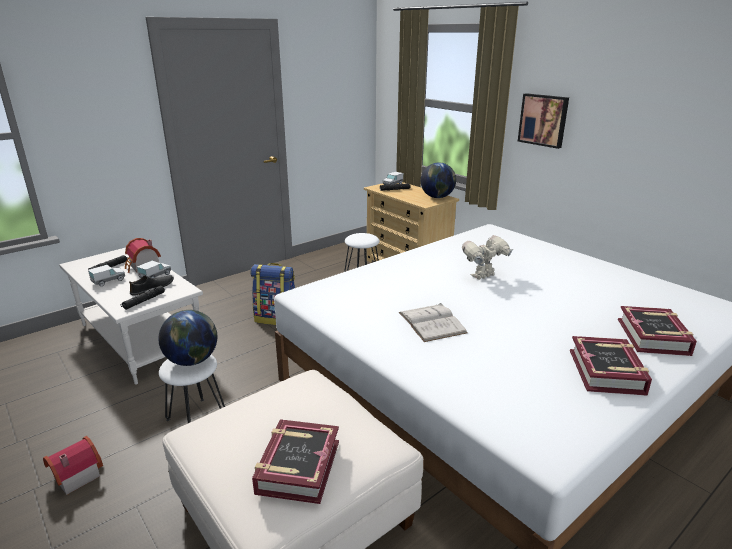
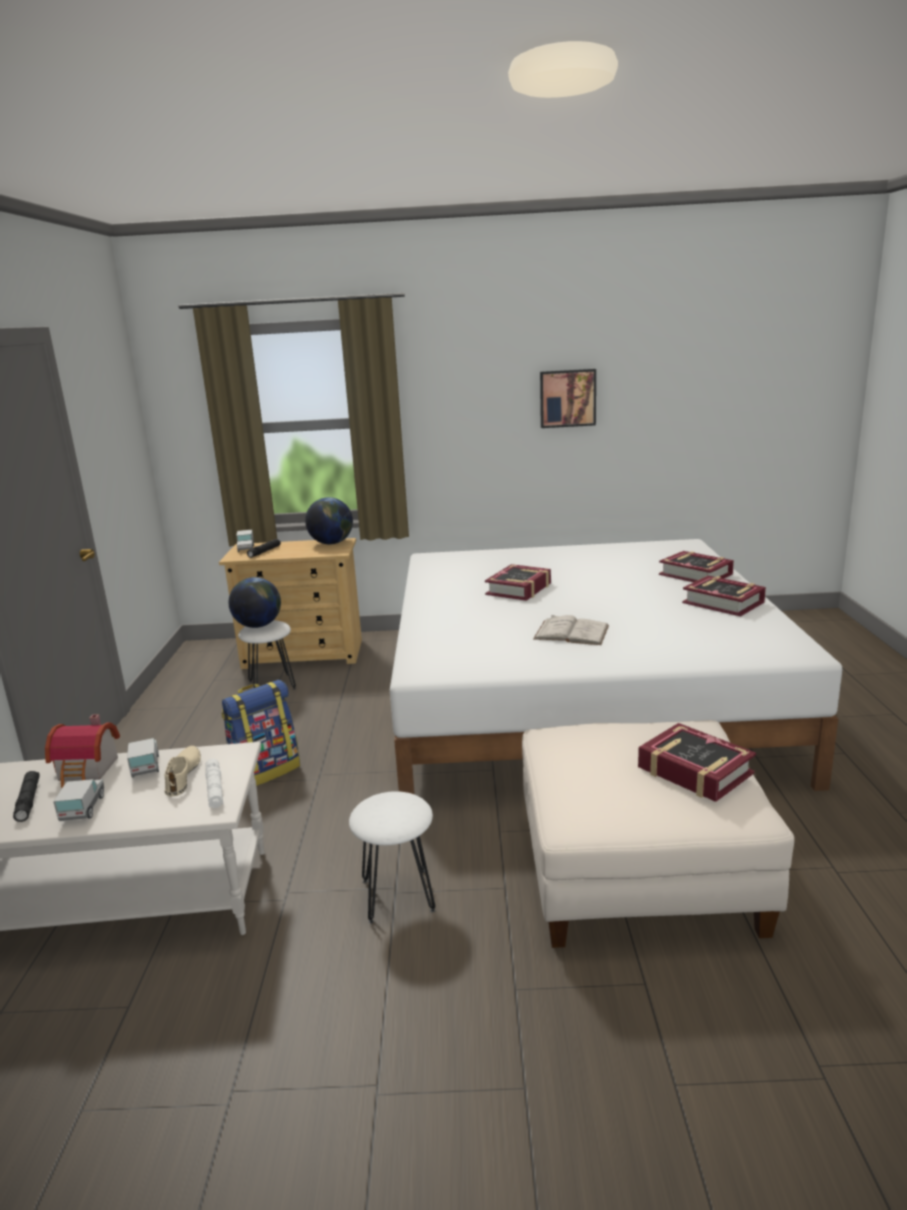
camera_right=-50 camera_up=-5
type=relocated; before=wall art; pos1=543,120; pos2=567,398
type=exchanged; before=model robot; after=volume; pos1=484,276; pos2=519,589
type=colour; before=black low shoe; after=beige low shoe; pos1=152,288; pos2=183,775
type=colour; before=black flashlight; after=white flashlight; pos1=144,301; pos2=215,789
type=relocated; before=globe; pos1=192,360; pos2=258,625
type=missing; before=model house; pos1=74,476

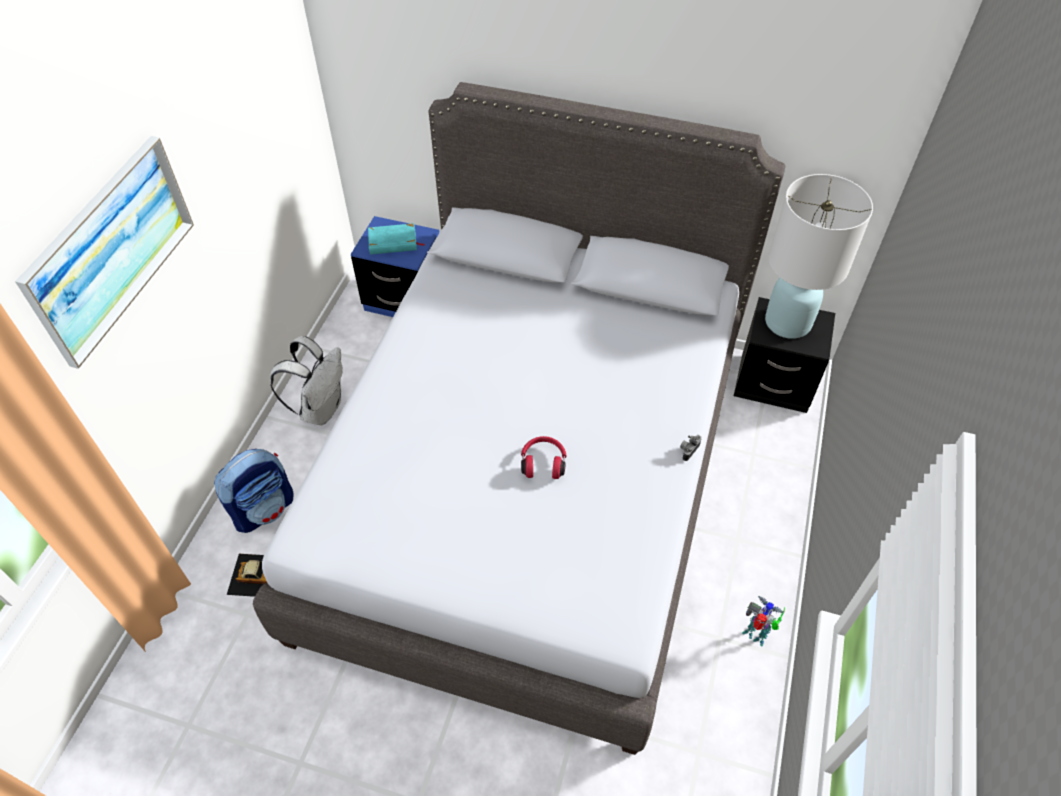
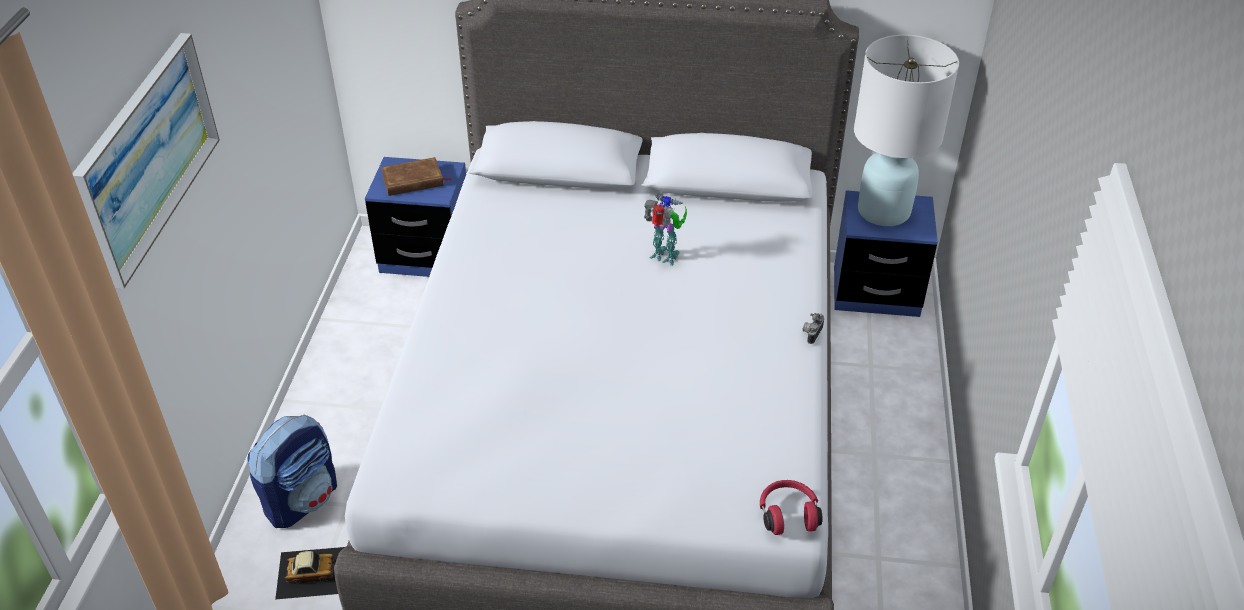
camera_right=-10 camera_up=-10
type=colour; before=blue-green volume; after=brown volume; pos1=393,242; pos2=413,181
type=colour; before=black nightstand; after=blue nightstand; pos1=773,383; pos2=876,292
type=missing; before=white backpack; pos1=321,408
type=relocated; before=red-coloured headset; pos1=543,462; pos2=788,514
type=relocated; before=model robot; pos1=756,635; pos2=665,258

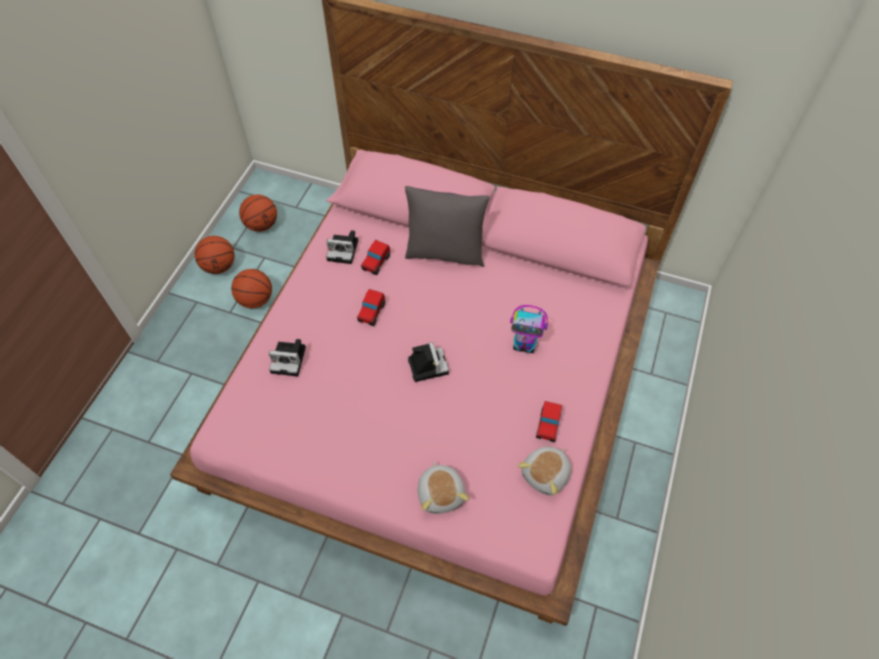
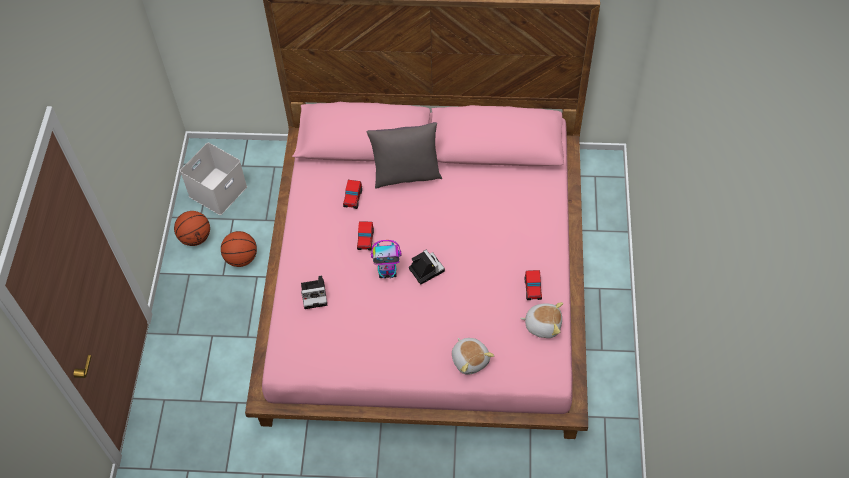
camera_right=-15 camera_up=0
type=exchanged; before=ball for basketball; after=white storage container; pos1=261,225; pos2=218,190
type=missing; before=still camera; pos1=344,250
type=relocated; before=model robot; pos1=525,345; pos2=388,272
type=spun; before=cuddly toy; pos1=546,474; pos2=543,324; turn=-105

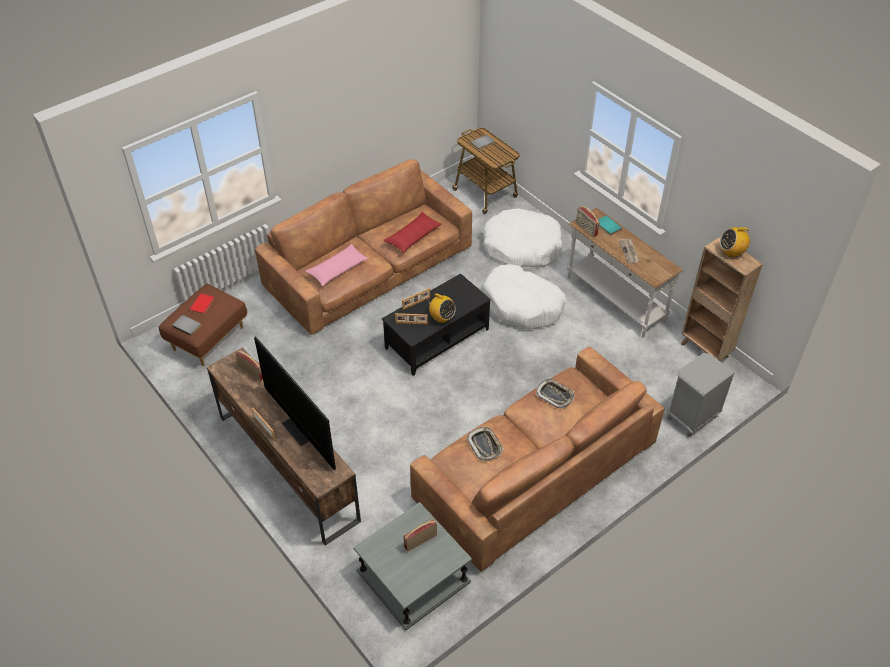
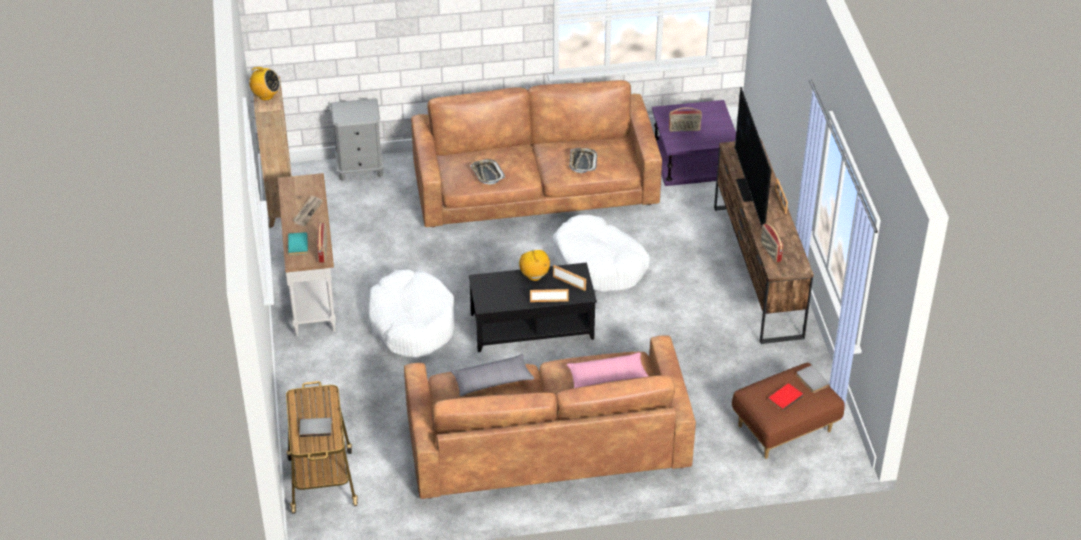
camera_right=-150 camera_up=-5
type=relocated; before=white dog bed; pos1=522,246; pos2=599,264
type=colour; before=red-coloured throw pillow; after=grey throw pillow; pos1=413,237; pos2=492,381
type=colour; before=grey end table; after=purple end table; pos1=413,576; pos2=693,158

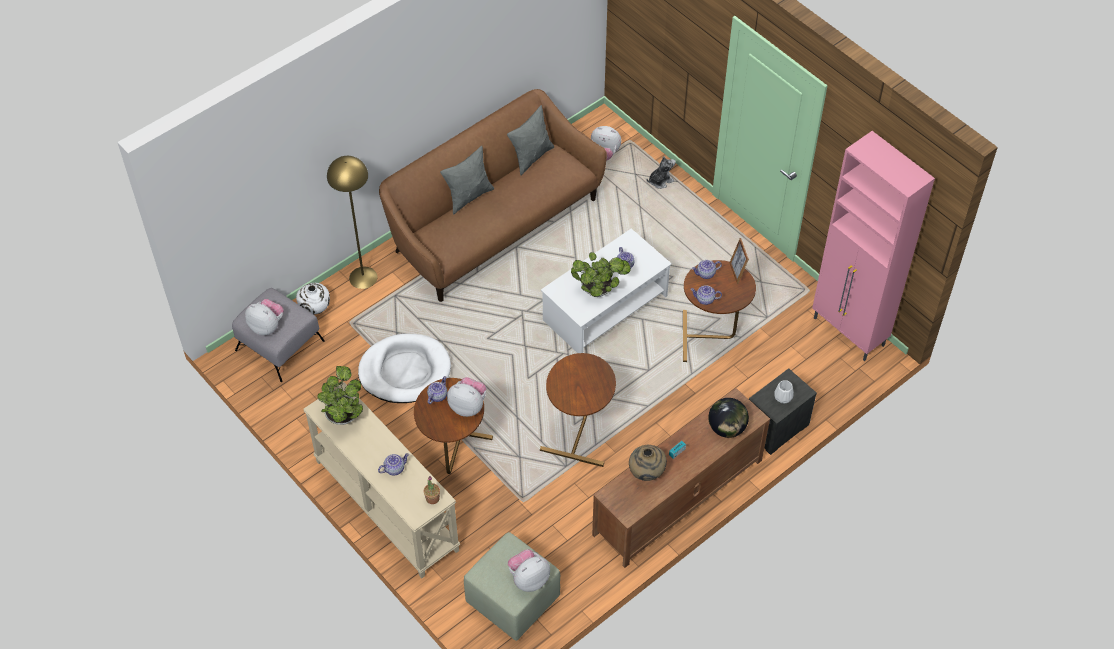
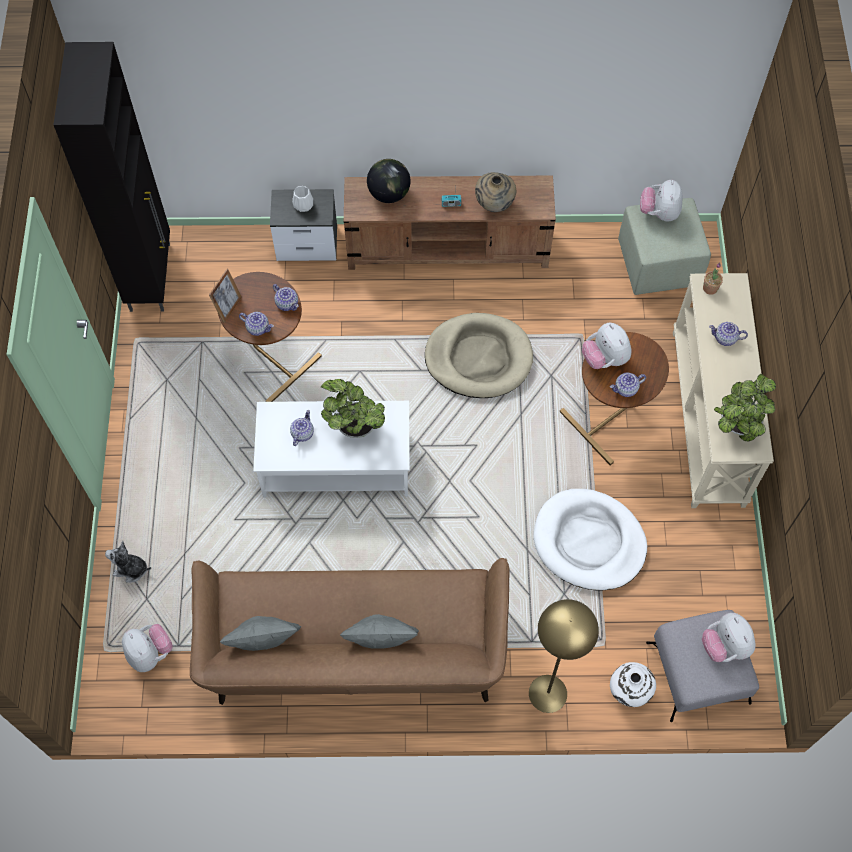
camera_right=-140 camera_up=10
type=colour; before=pink cabinet; after=black cabinet; pos1=849,333; pos2=151,276
type=exchanged; before=brown end table; after=beige dog bed; pos1=579,434; pos2=478,358
type=spun; before=cuddly toy; pos1=528,579; pos2=659,213; turn=90

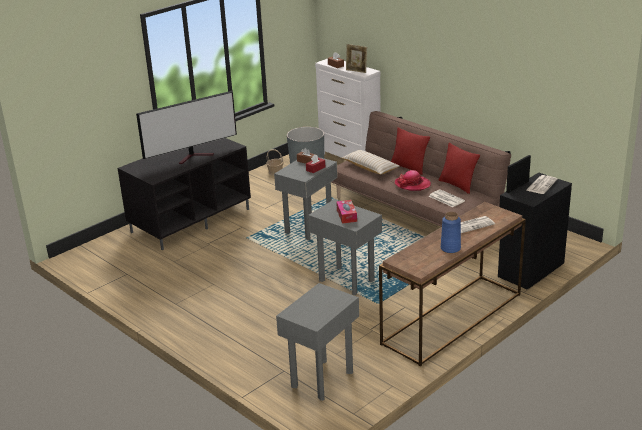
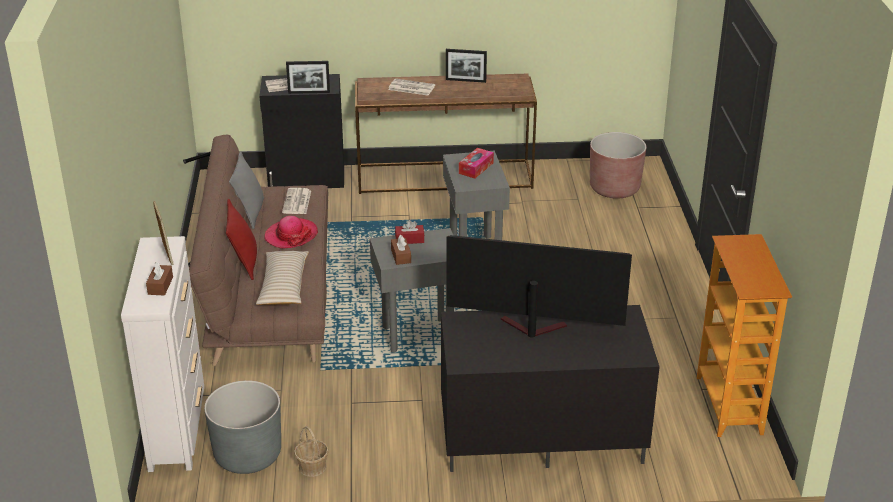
camera_right=-140 camera_up=5
type=colour; before=red-coloured throw pillow; after=grey throw pillow; pos1=457,185; pos2=250,213
type=exchanged; before=blue vase; after=standing frame; pos1=450,248; pos2=465,80
type=exchanged; before=grey end table; after=brown planter; pos1=321,379; pos2=614,188
type=appeared; after=shelving unit; pos2=730,405

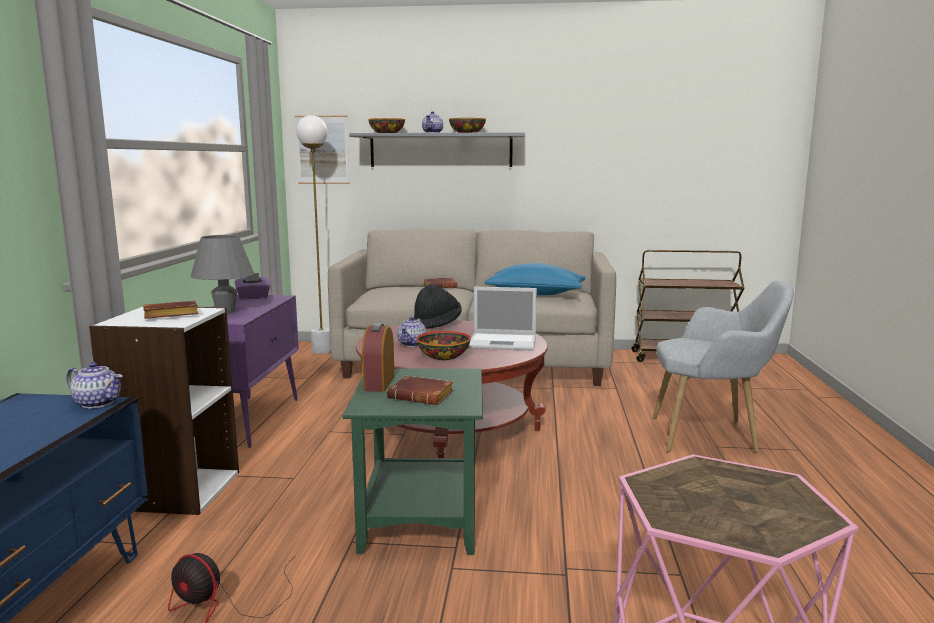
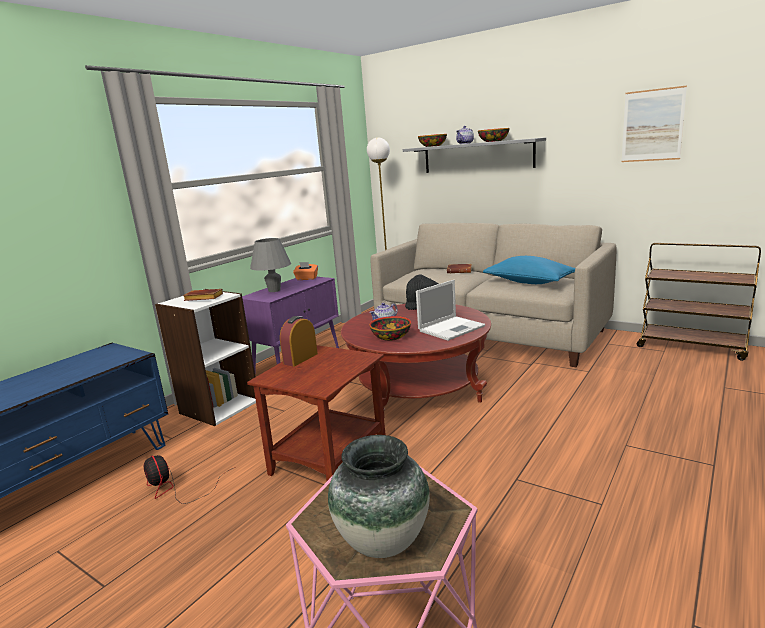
camera_right=30 camera_up=5
type=relocated; before=wall art; pos1=322,150; pos2=652,125
type=colour; before=purple box of tissues; after=orangey box of tissues; pos1=253,297; pos2=306,278
type=missing; before=grey armchair; pos1=711,436
type=spun; before=laptop; pos1=504,342; pos2=452,328; turn=-75
type=missing; before=tea pot; pos1=97,403
type=colour; before=green end table; after=brown end table; pos1=423,517; pos2=330,458
type=missing; before=brown volume; pos1=423,396
type=appeared; after=vase; pos2=382,542

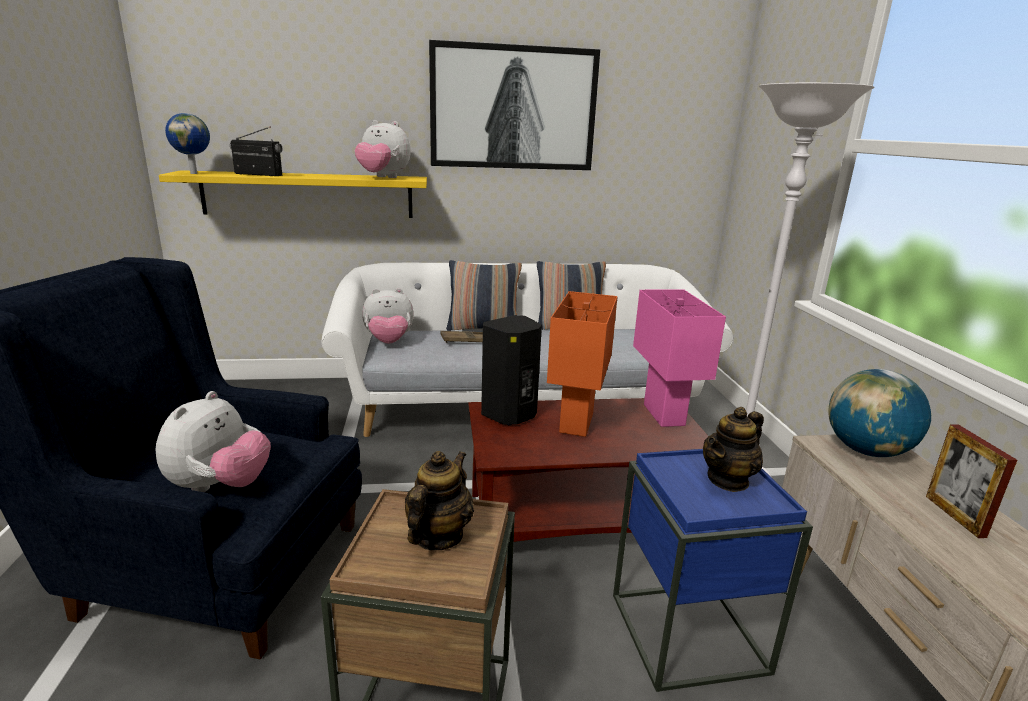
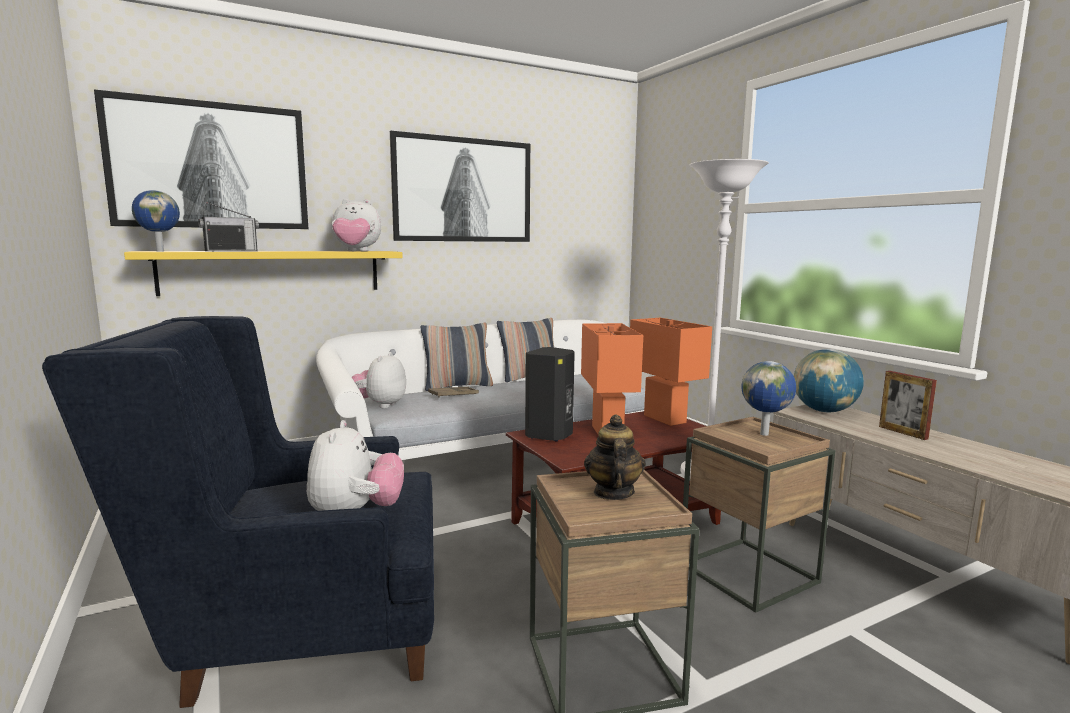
camera_right=-20 camera_up=-10
type=spun; before=radio set; pos1=258,175; pos2=231,251; turn=150
type=spun; before=cuddly toy; pos1=389,342; pos2=380,405; turn=135
type=colour; before=pink tabletop lamp; after=orangey tabletop lamp; pos1=663,415; pos2=664,419
type=exchanged; before=tea pot; after=globe; pos1=728,480; pos2=765,434
type=colour; before=blue end table; after=brown end table; pos1=688,633; pos2=748,573
type=appeared; after=wall art; pos2=210,165

